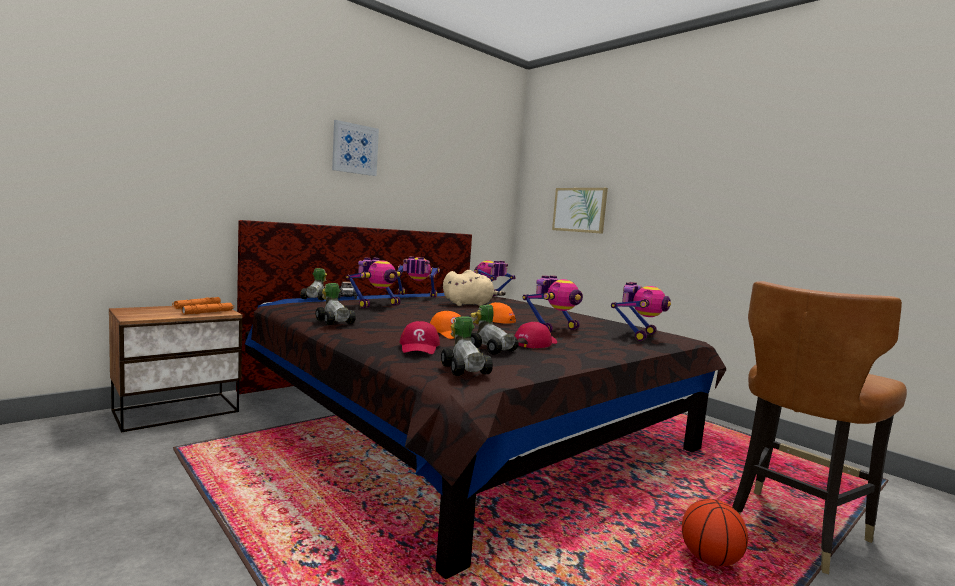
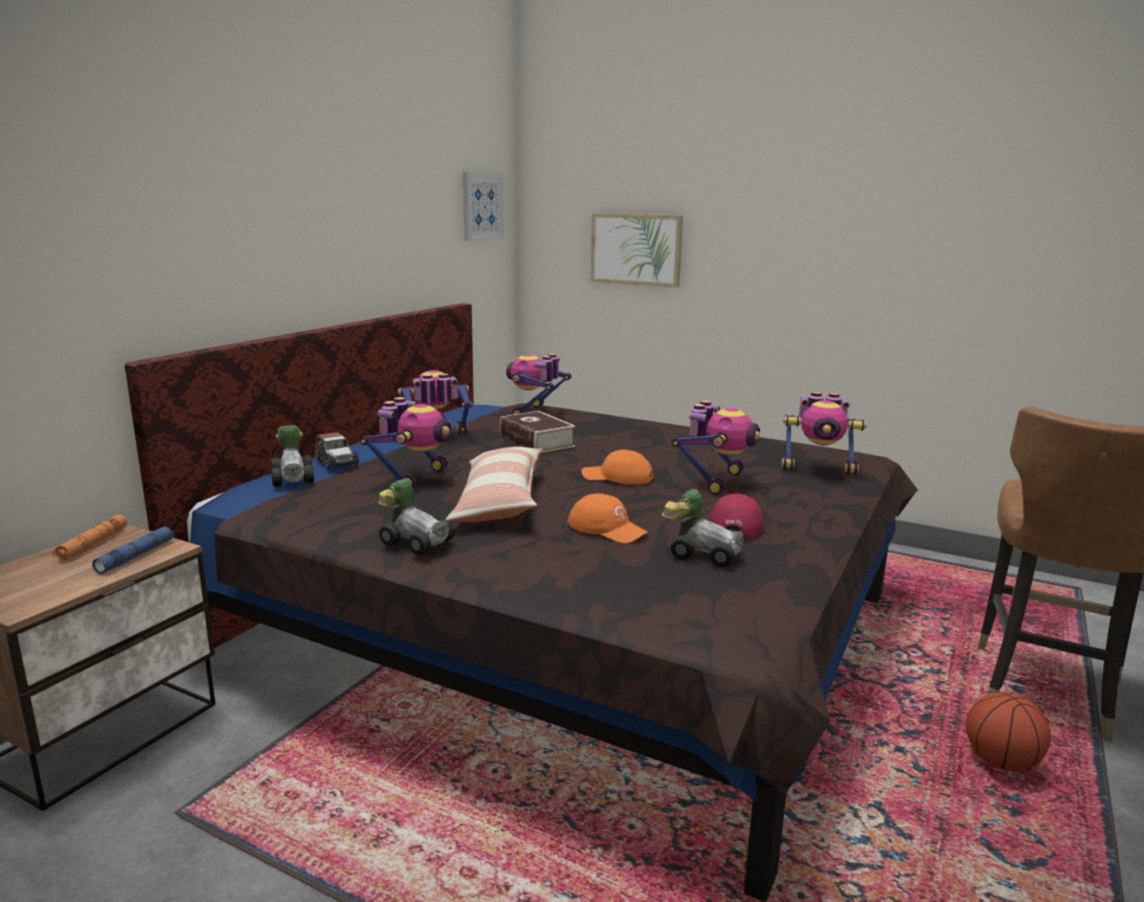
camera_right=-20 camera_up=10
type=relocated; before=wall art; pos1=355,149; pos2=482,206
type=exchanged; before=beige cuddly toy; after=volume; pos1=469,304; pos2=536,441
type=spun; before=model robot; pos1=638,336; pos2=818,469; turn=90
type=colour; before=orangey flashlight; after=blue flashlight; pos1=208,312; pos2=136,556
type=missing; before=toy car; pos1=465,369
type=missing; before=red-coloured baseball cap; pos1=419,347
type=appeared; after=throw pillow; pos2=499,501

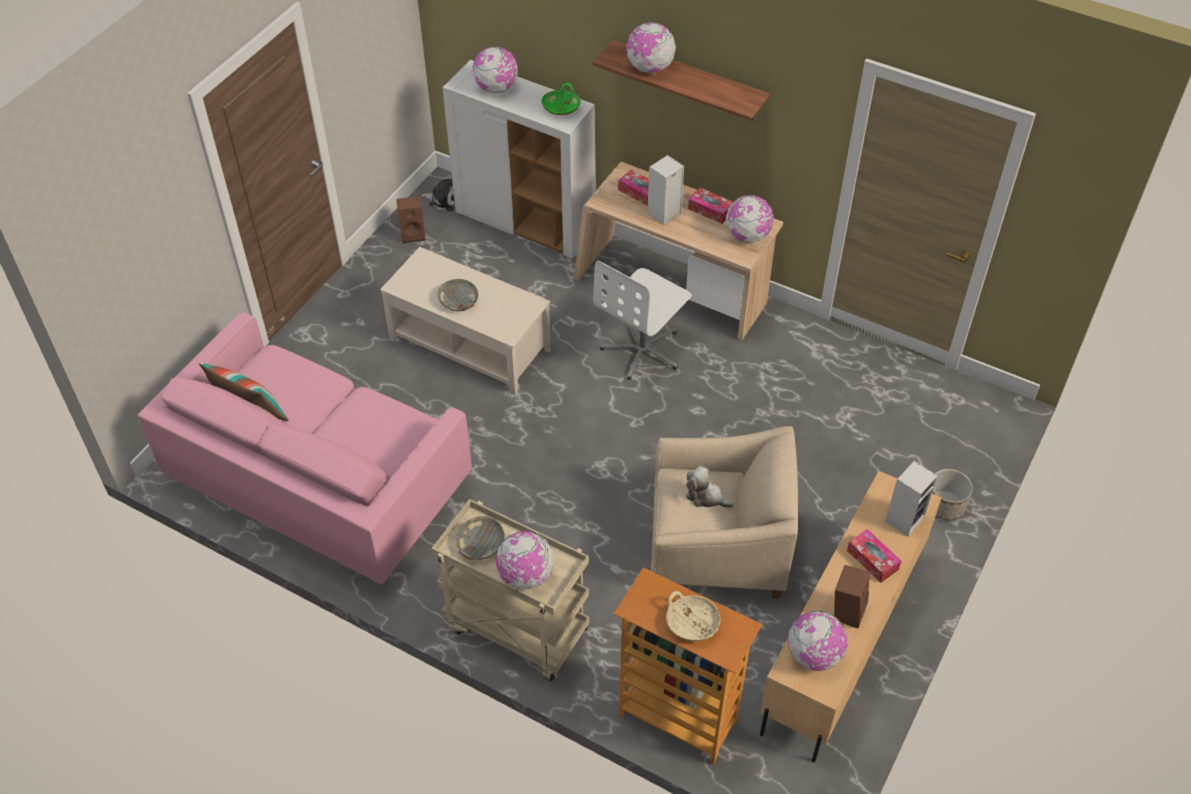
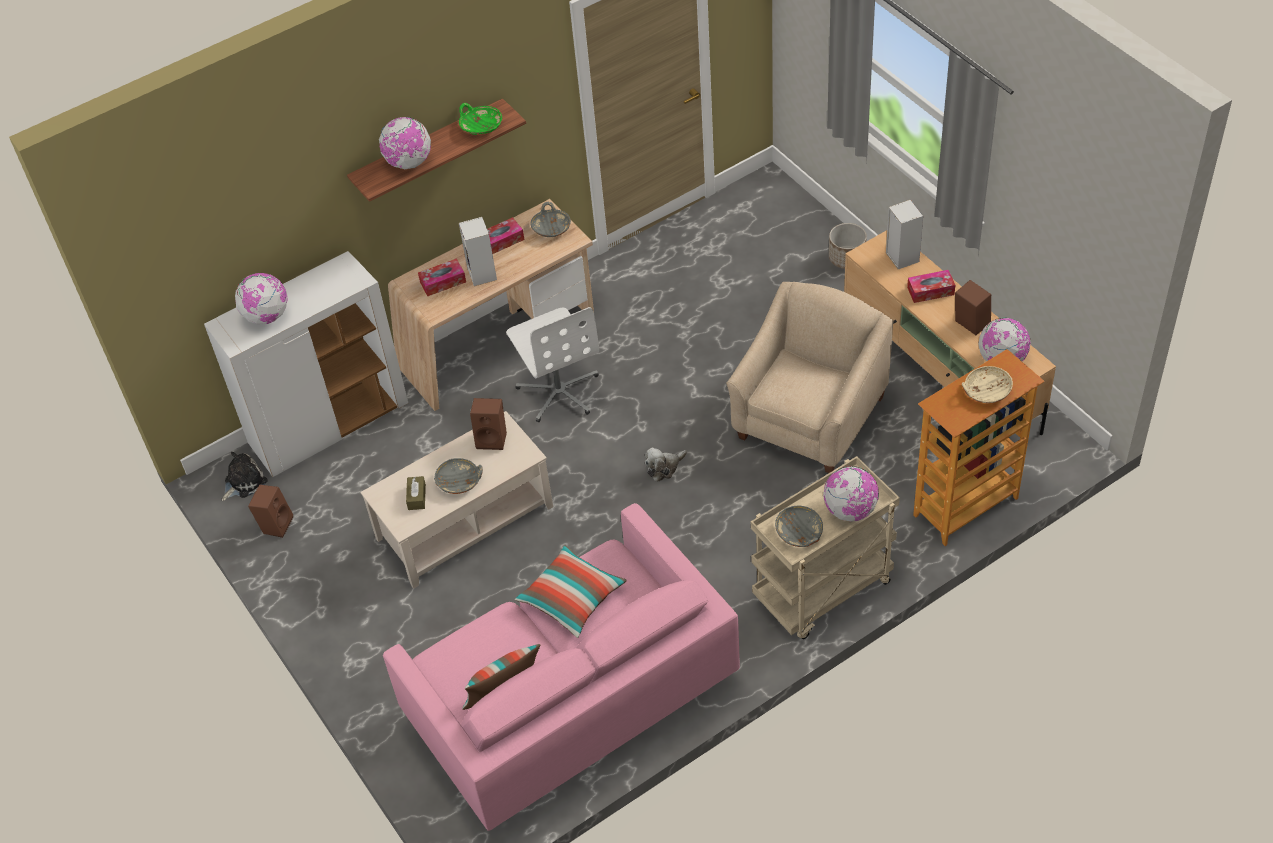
camera_right=-60 camera_up=0
type=relocated; before=green bowl; pos1=561,108; pos2=480,126
type=exchanged; before=globe; after=grey bowl; pos1=747,236; pos2=551,228
type=relocated; before=cuddly toy; pos1=706,496; pos2=664,468
type=appeared; after=brown audio speaker; pos2=492,438
type=appeared; after=brown box of tissues; pos2=417,497
type=appeared; after=throw pillow; pos2=572,598

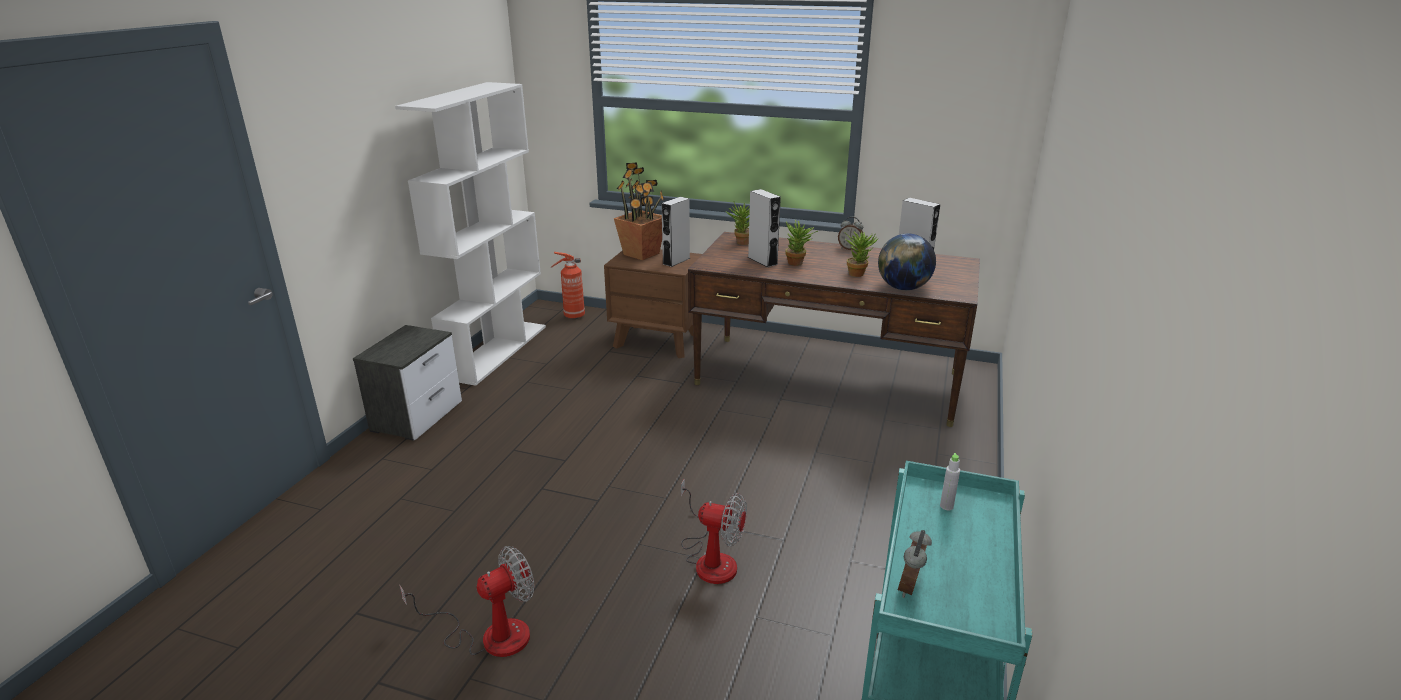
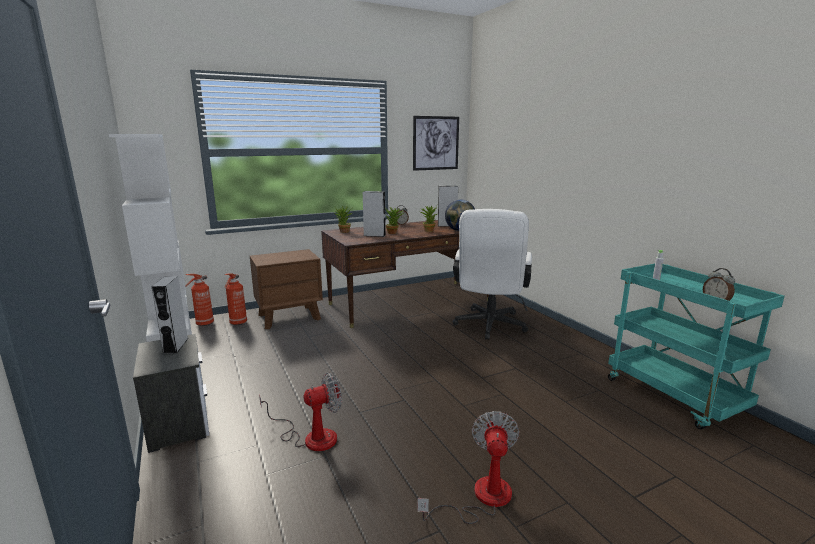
camera_right=-45 camera_up=-10
type=missing; before=potted plant; pos1=642,254
type=relocated; before=grey audio speaker; pos1=676,261; pos2=175,346
type=relocated; before=electric fan; pos1=711,558; pos2=311,437
type=appeared; after=wall art; pos2=436,143
type=appeared; after=white computer chair; pos2=489,327
type=appeared; after=fire-fighting cylinder; pos2=237,323

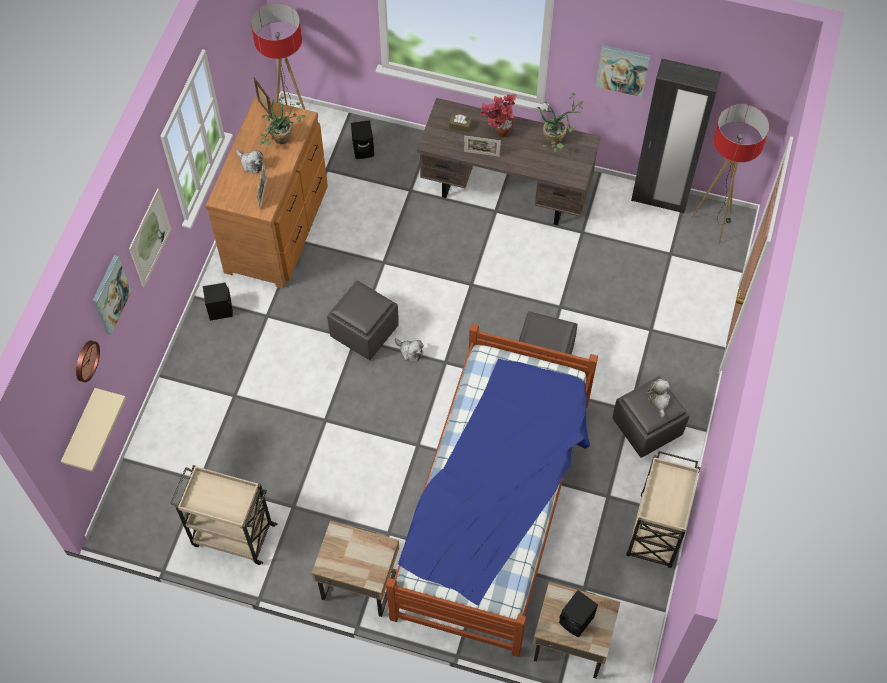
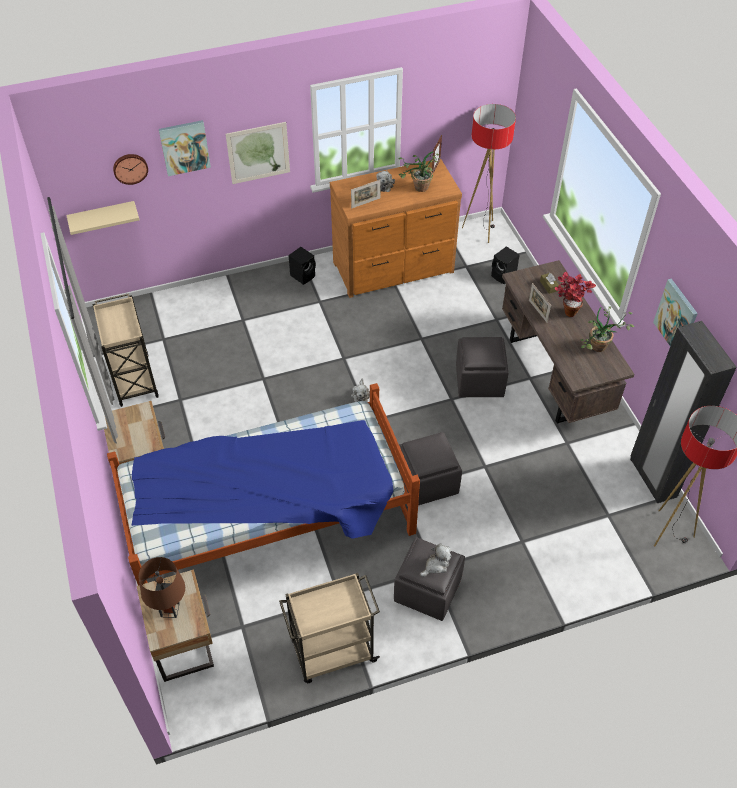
camera_right=55 camera_up=-10
type=relocated; before=grey ottoman; pos1=364,330; pos2=480,380
type=exchanged; before=black audio speaker; after=brown tabletop lamp; pos1=577,621; pos2=170,610

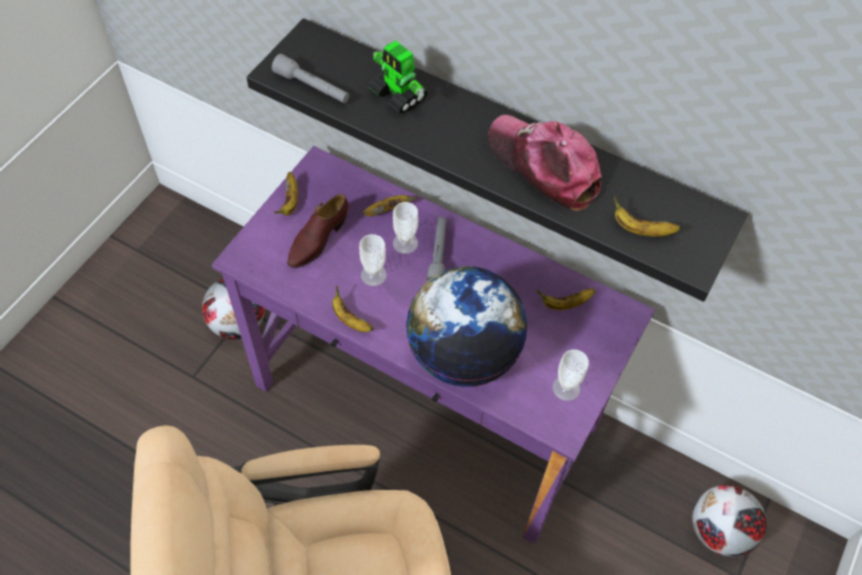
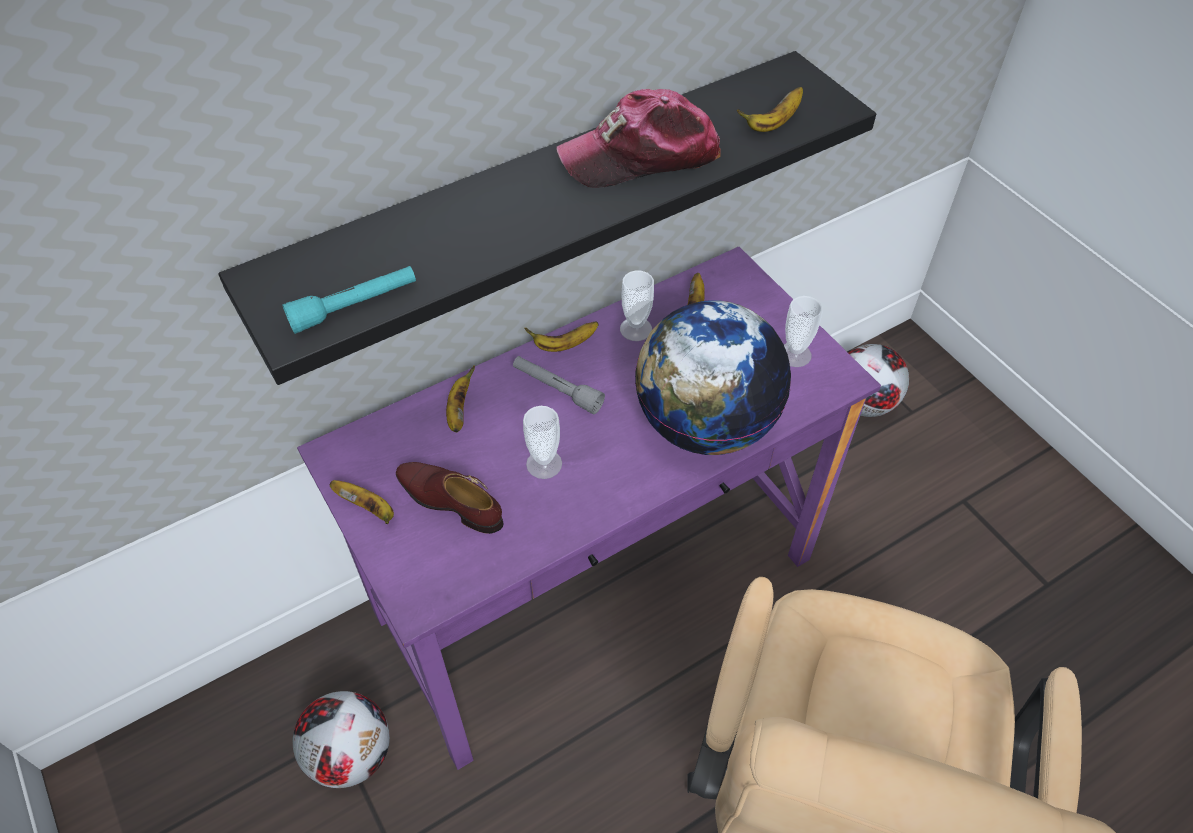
camera_right=-60 camera_up=-5
type=missing; before=model robot; pos1=398,96
type=colour; before=grey flashlight; after=blue-green flashlight; pos1=312,87; pos2=354,306
type=spun; before=brown low shoe; pos1=317,239; pos2=450,501; turn=150
type=relocated; before=drinking cup; pos1=405,243; pos2=636,329
type=relocated; before=banana fruit; pos1=350,320; pos2=564,345

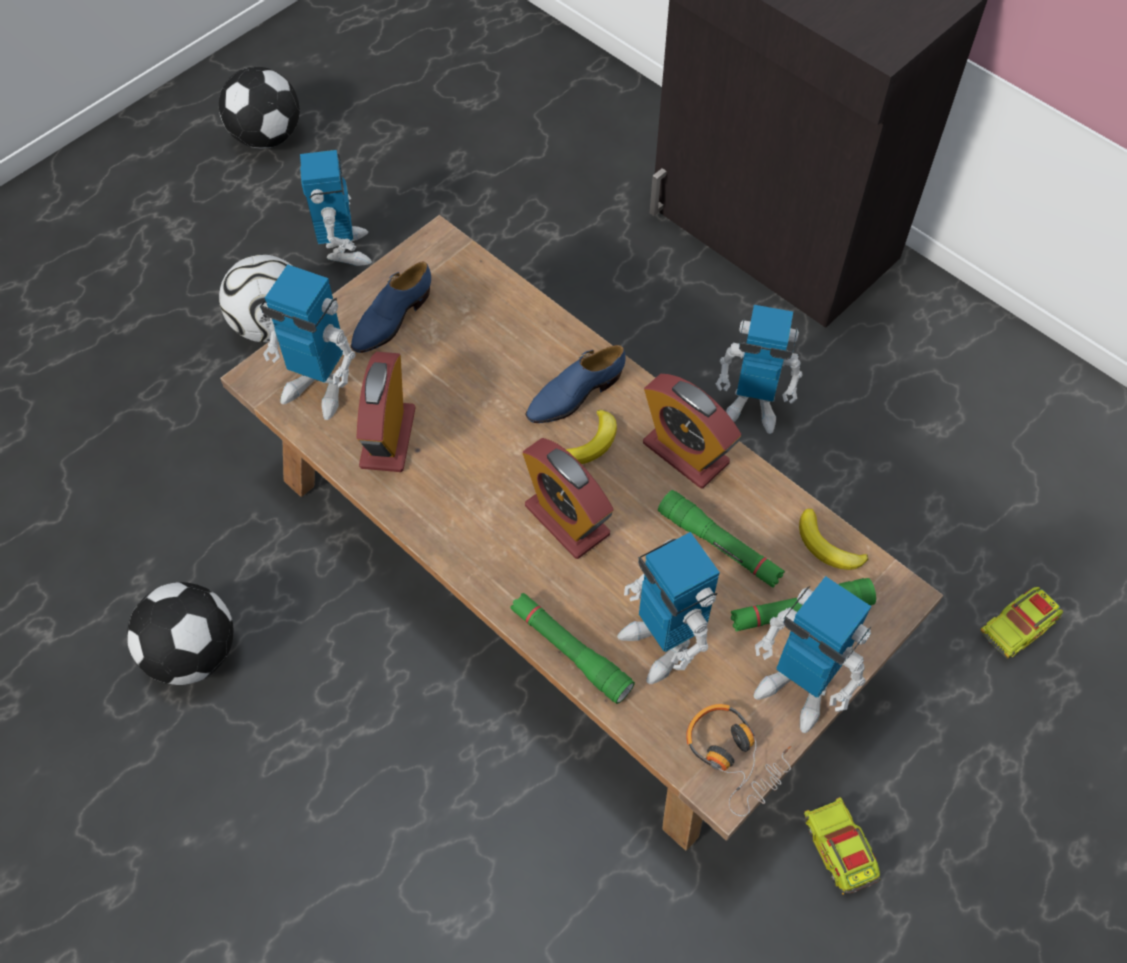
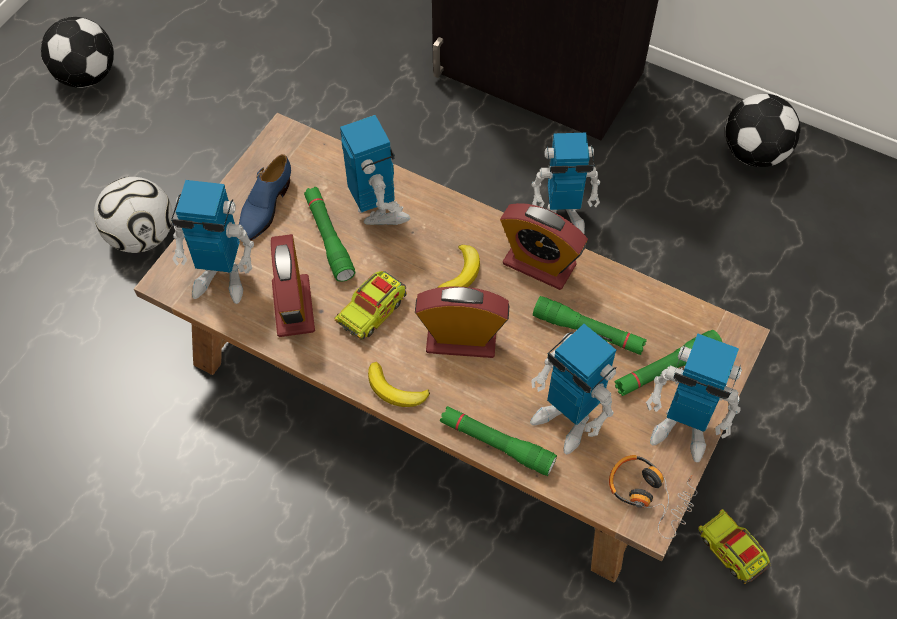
camera_right=-15 camera_up=0
type=relocated; before=model robot; pos1=344,249; pos2=378,210
type=missing; before=blue low shoe; pos1=574,394
type=spun; before=table clock; pos1=567,520; pos2=461,340; turn=150
type=relocated; before=banana fruit; pos1=827,546; pos2=395,390
type=relocated; before=football ball; pos1=193,655; pos2=754,154
type=relocated; before=toy lorry; pos1=1017,628; pos2=372,311
type=appeared; after=green flashlight; pos2=329,238

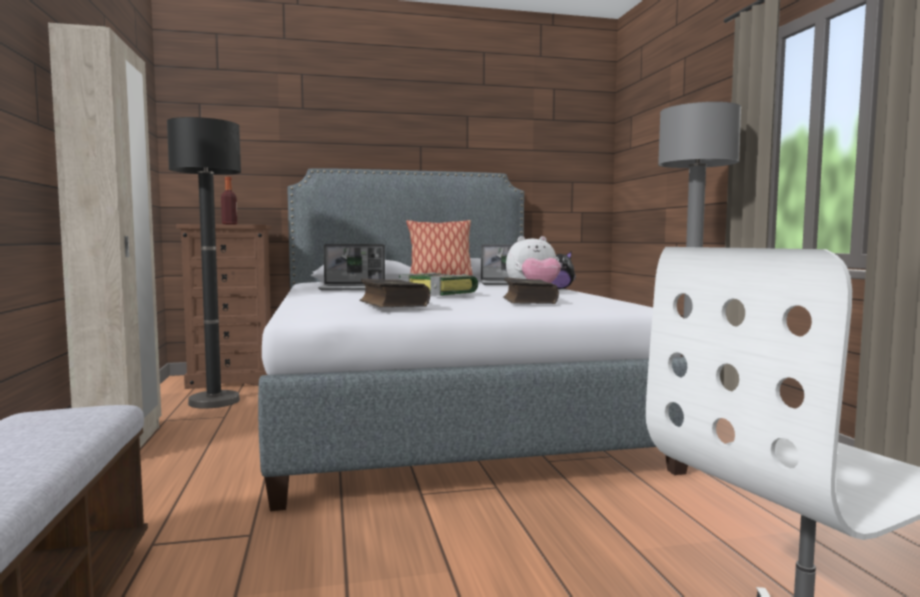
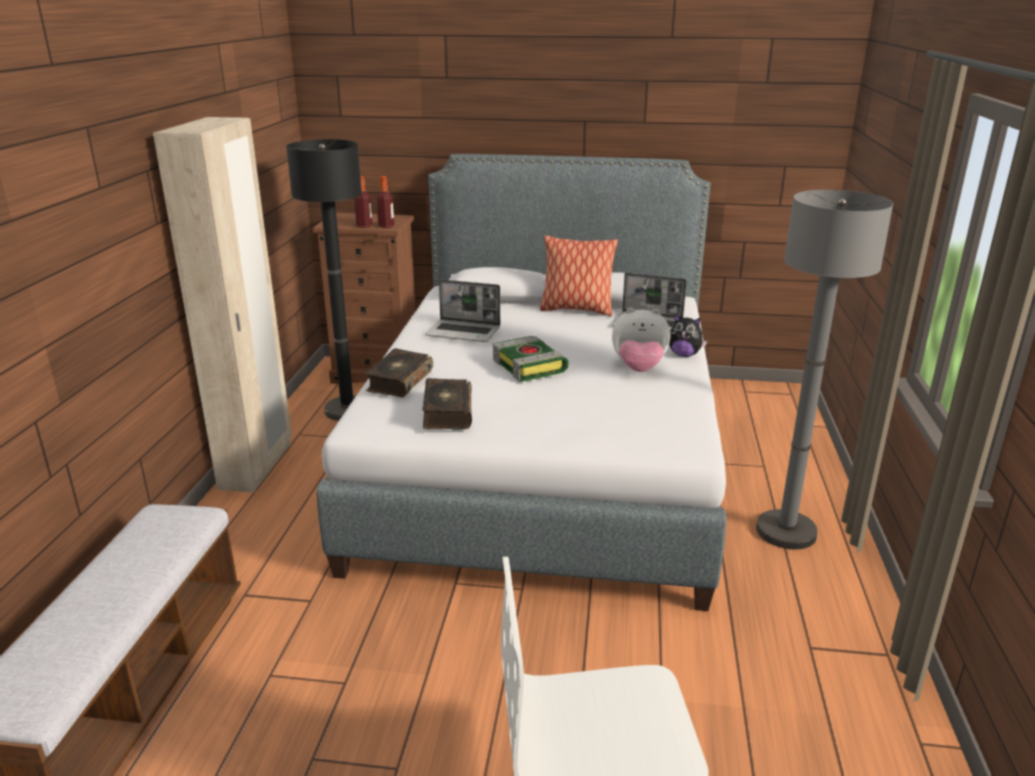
camera_right=20 camera_up=20
type=relocated; before=volume; pos1=527,301; pos2=399,381
type=appeared; after=drink bottle; pos2=386,226

